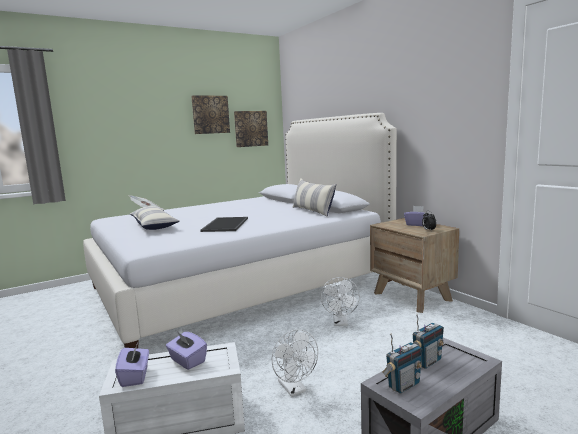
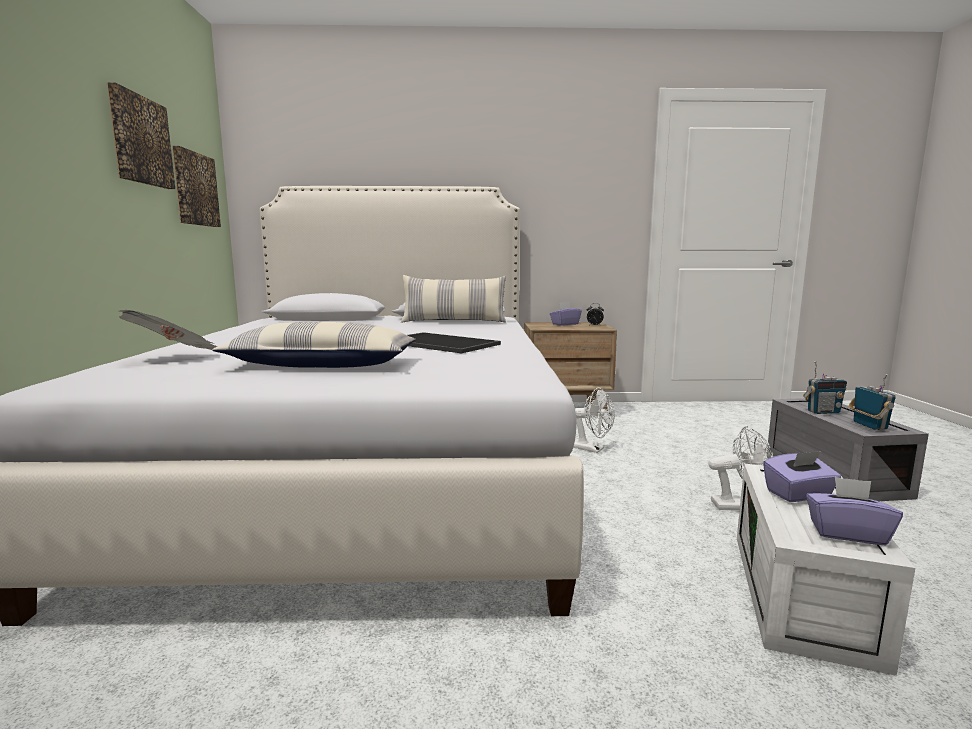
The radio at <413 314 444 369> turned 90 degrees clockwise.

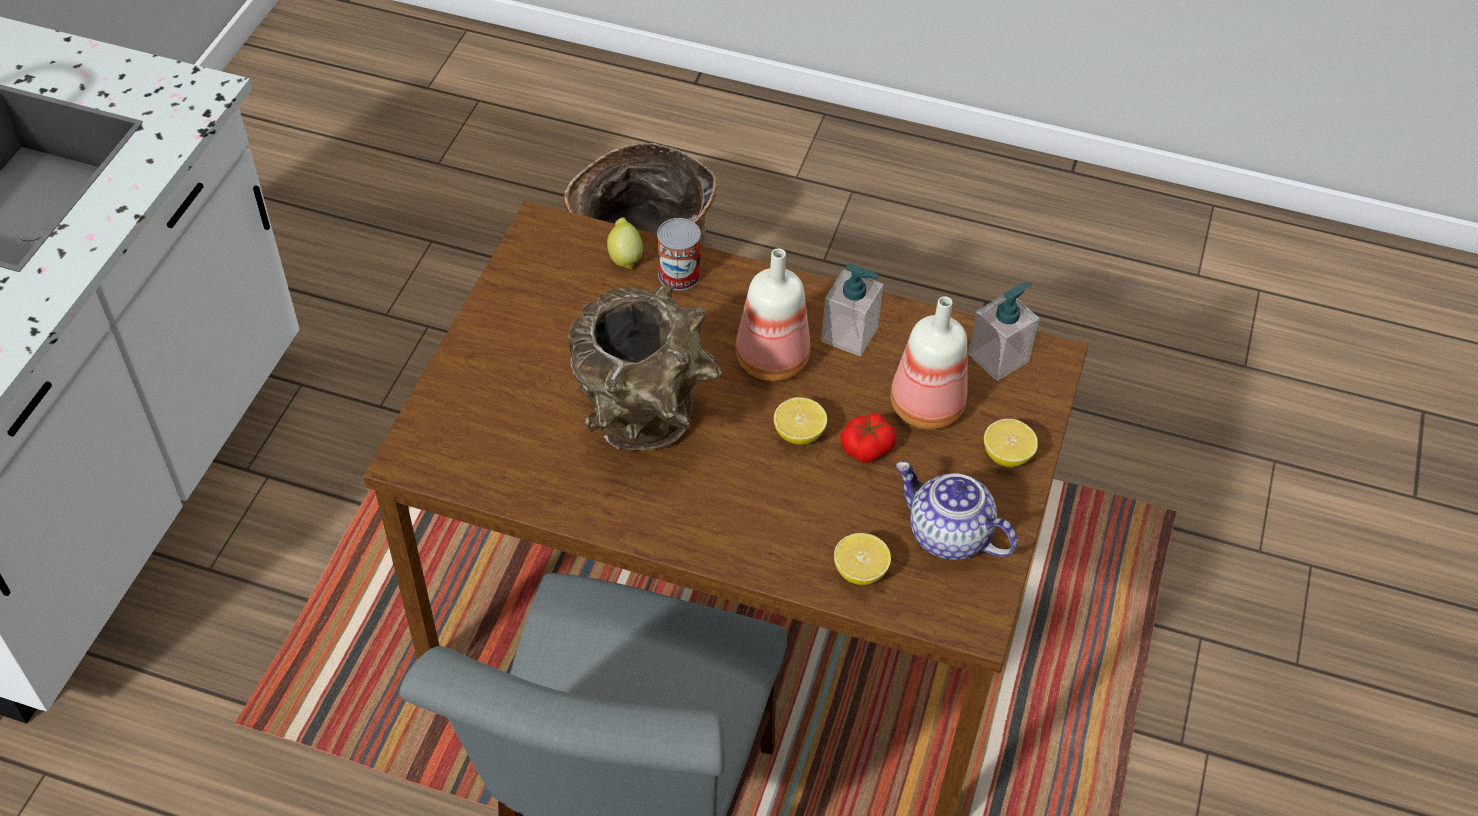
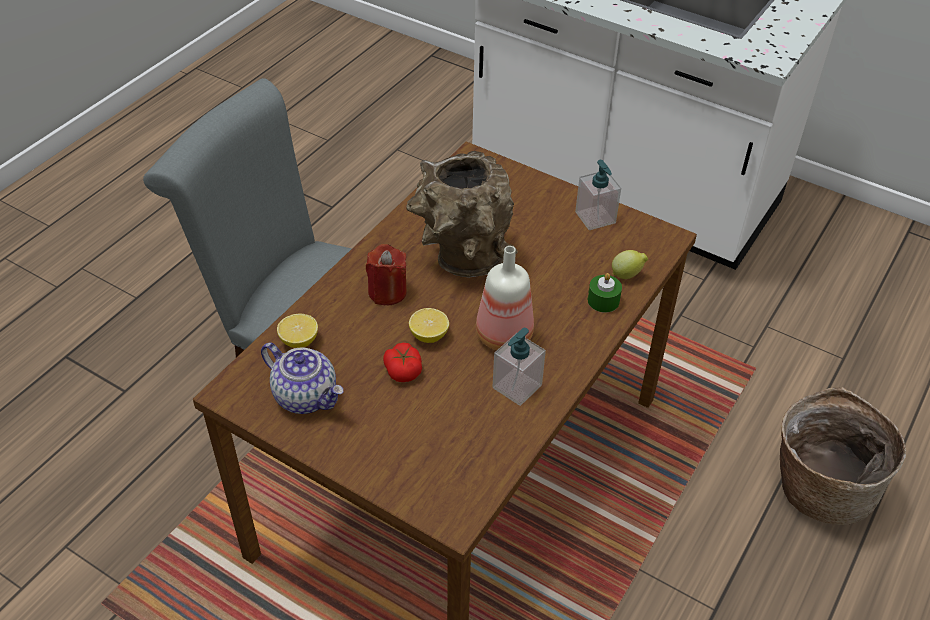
The puszka at <657 218 701 290> was replaced by the świeca [zielony] at <588 273 622 313>.
The dozownik mydła moved from <968 282 1039 381> to <575 160 621 230>.
The butelka at <890 296 968 429> disappeared.
The cytryna at <984 419 1038 467> disappeared.
The imbryk at <896 462 1018 560> turned 75 degrees clockwise.
The świeca [czerwony] at <366 244 407 305> appeared.

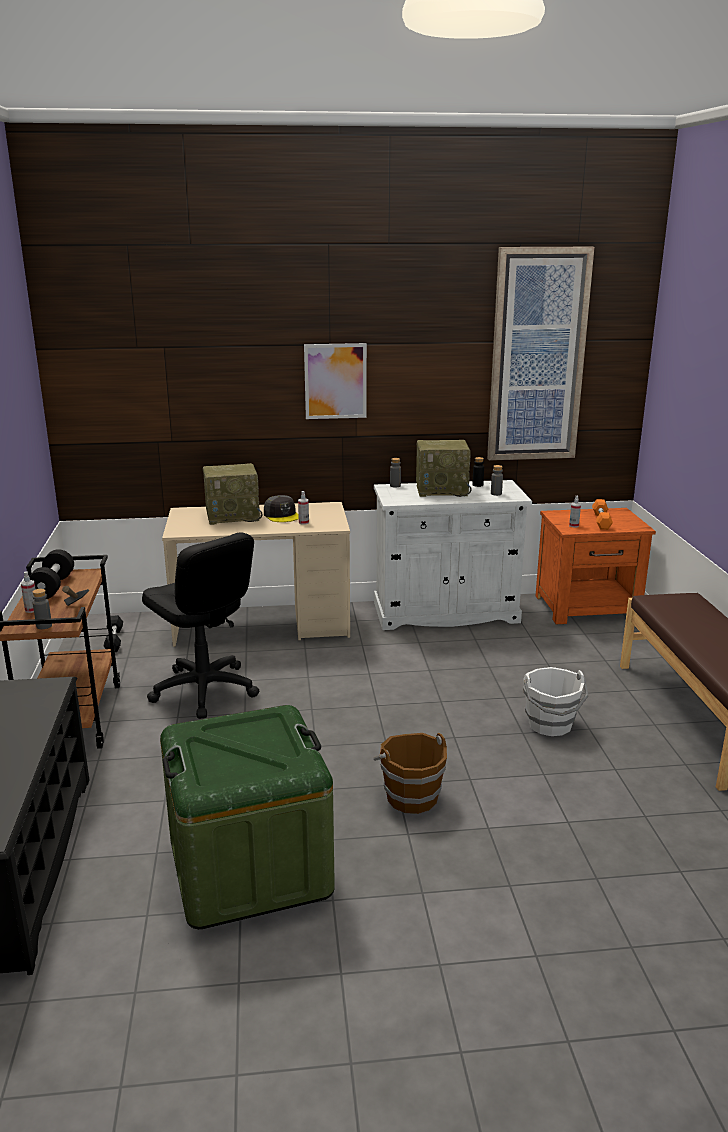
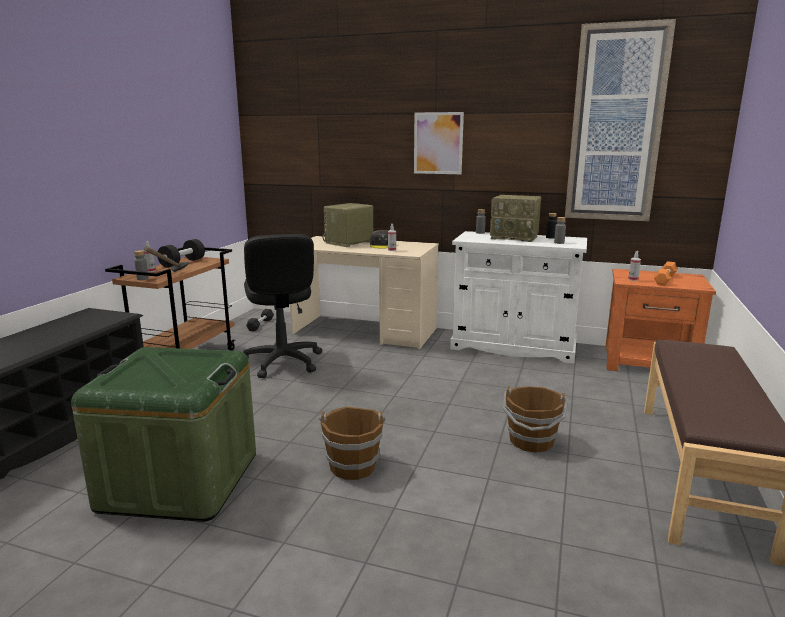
The radio at <203 463 262 525> turned 120 degrees clockwise.
The wiadro [biały] at <523 667 588 736> became the wiadro [brązowy] at <503 386 568 453>.

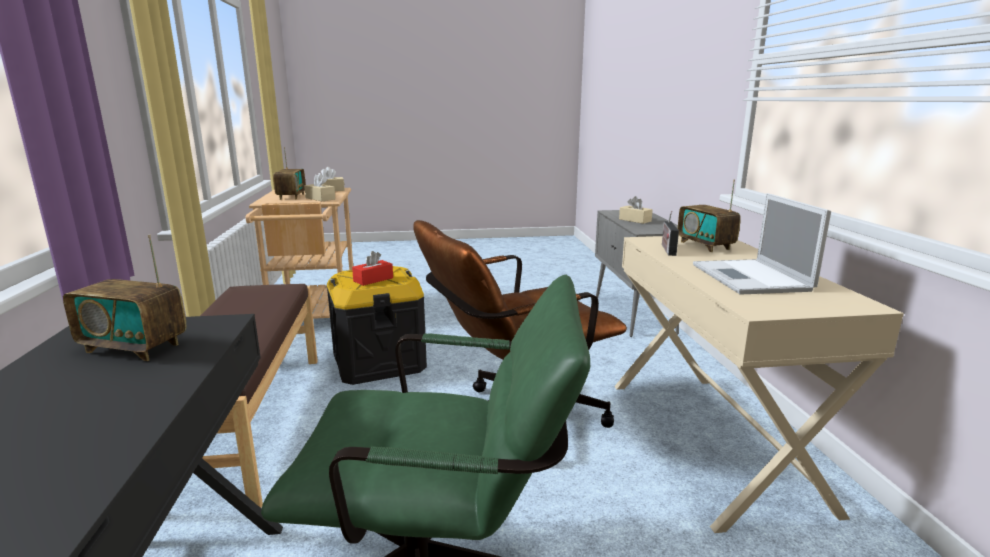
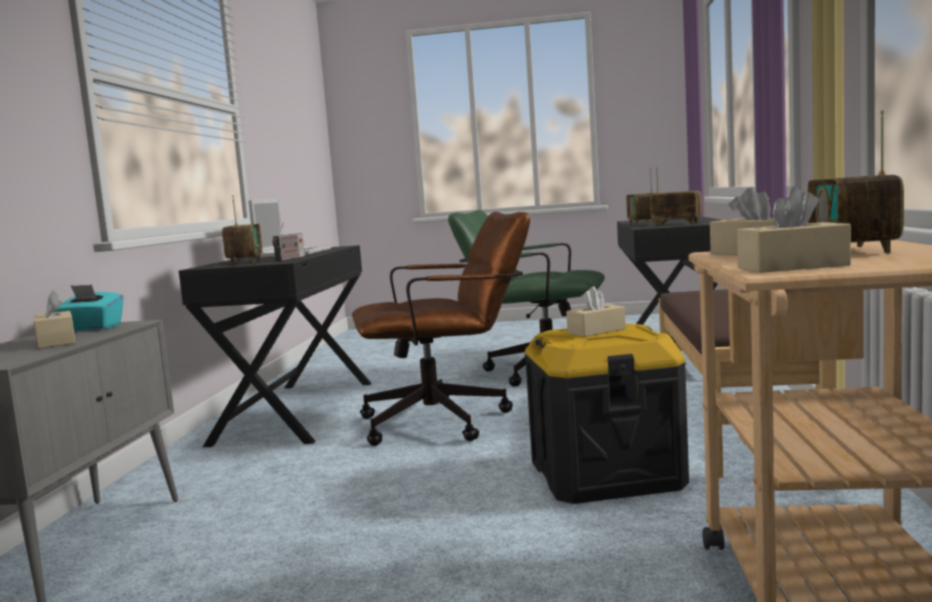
The biurko [beżowy] at <614 236 904 533> became the biurko [czarny] at <179 245 372 447>.
The pudełko chusteczek [czerwony] at <352 251 393 286> became the pudełko chusteczek [beżowy] at <566 286 626 337>.
The radio at <626 168 656 225> appeared.
The pudełko chusteczek [turkusowy] at <53 284 124 331> appeared.

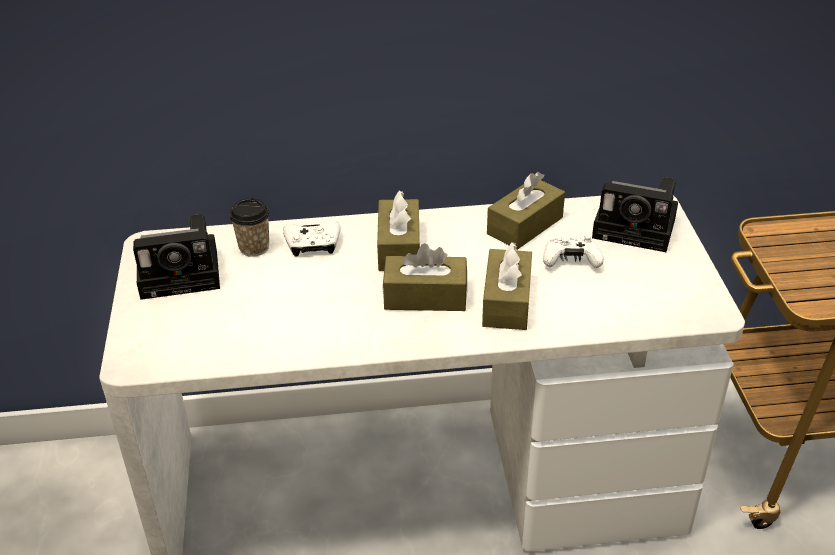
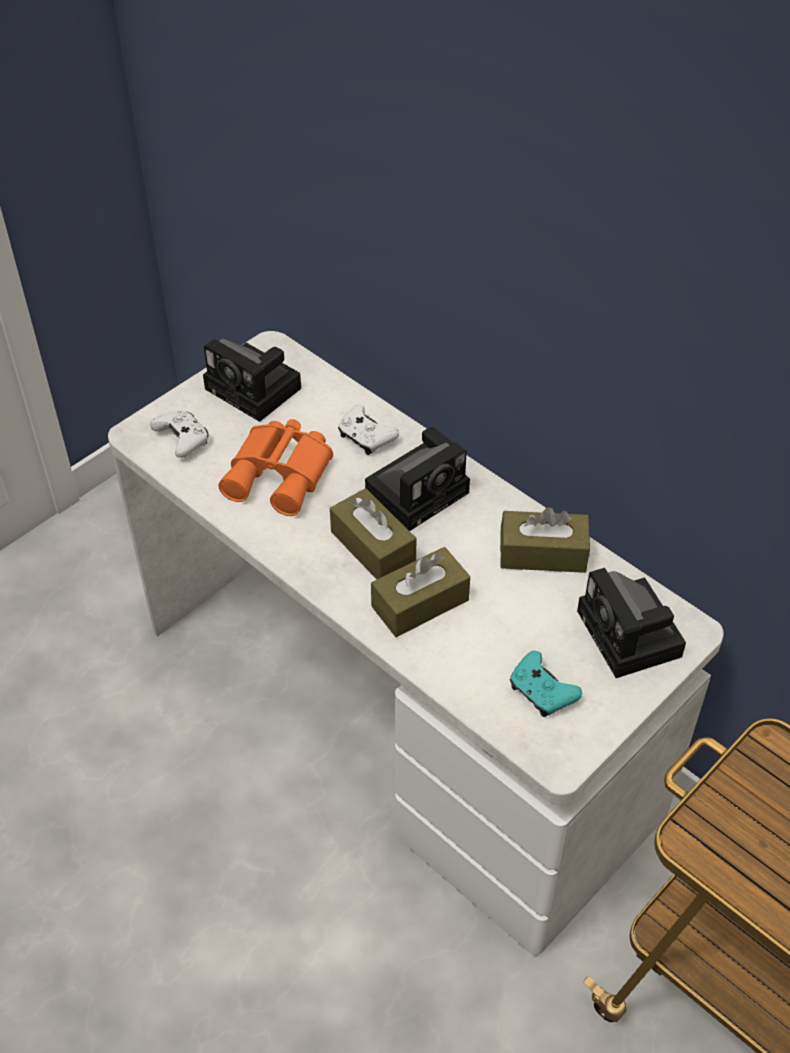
The pudełko chusteczek [brązowy] at <377 190 420 271> was replaced by the aparat fotograficzny at <365 427 470 531>.
The filiżanka at <230 198 270 257> disappeared.
The pad do gier [biały] moved from <543 236 604 268> to <151 411 208 458>.
The lornetka [pomarańczowy] at <218 419 333 516> appeared.
The pad do gier [turkusowy] at <510 651 582 717> appeared.

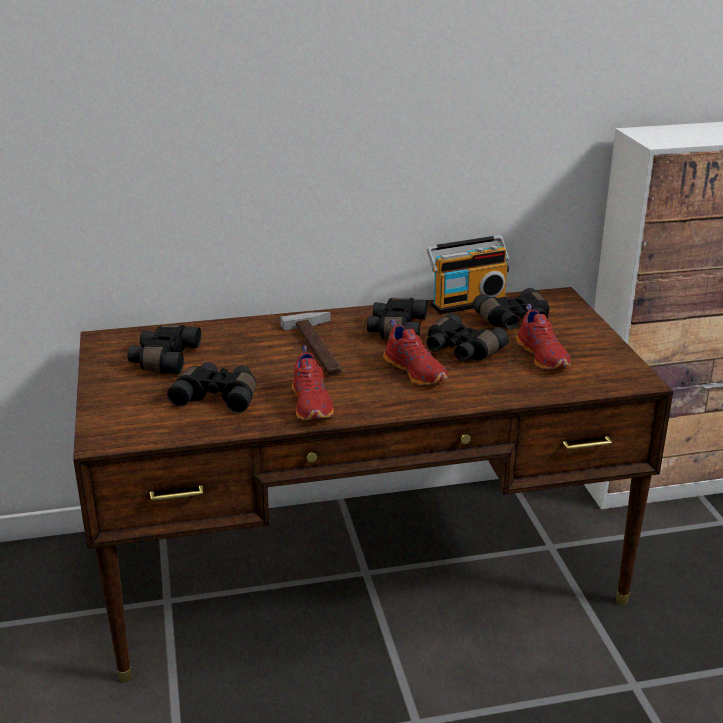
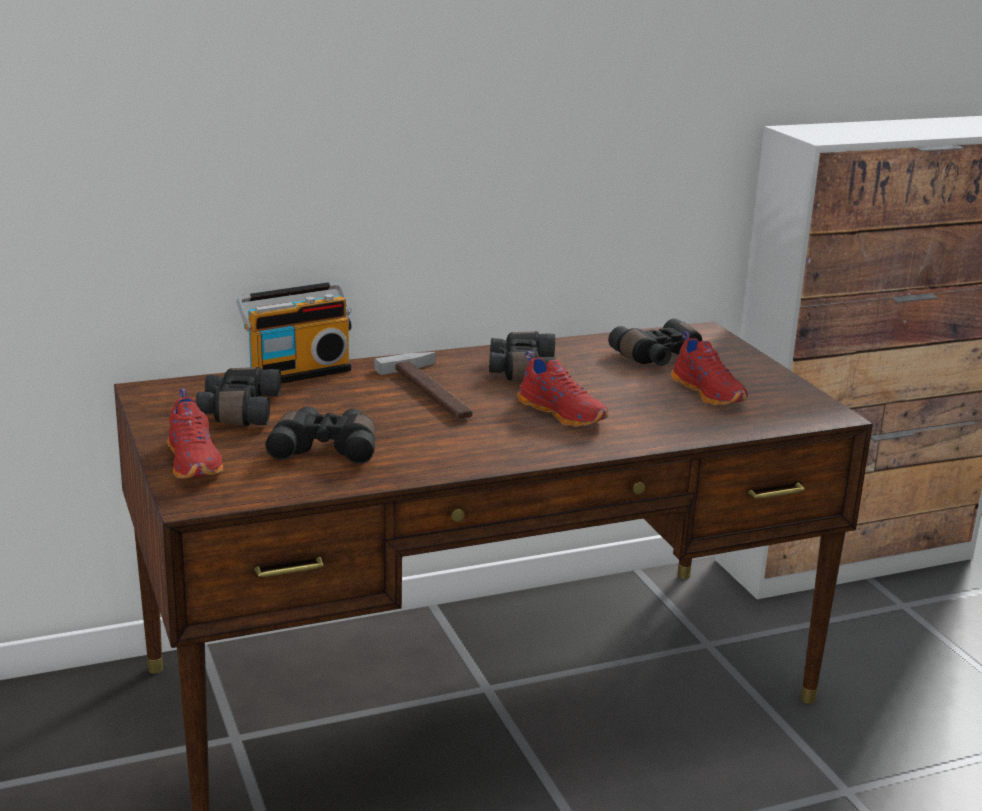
The radio moved from <426 235 510 314> to <236 281 352 384>.
The lornetka [czarny] at <427 313 509 361> disappeared.
The but [czerwony] moved from <292 346 334 420> to <168 389 223 479>.

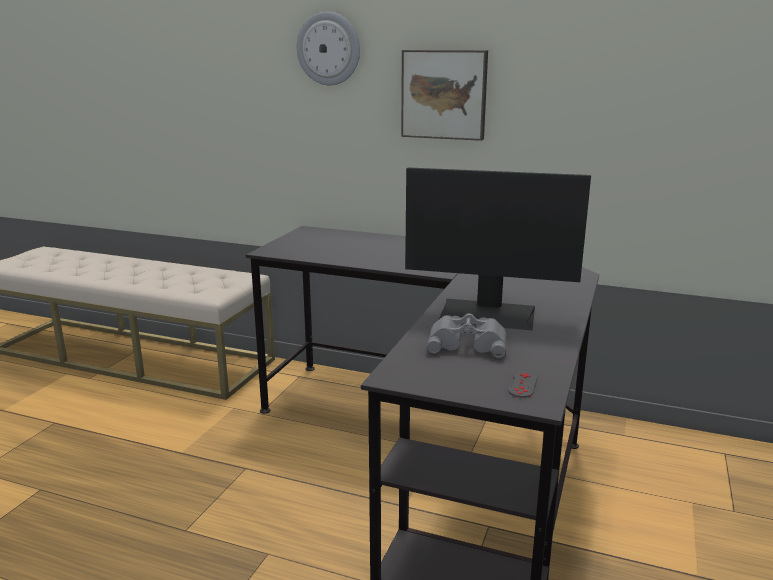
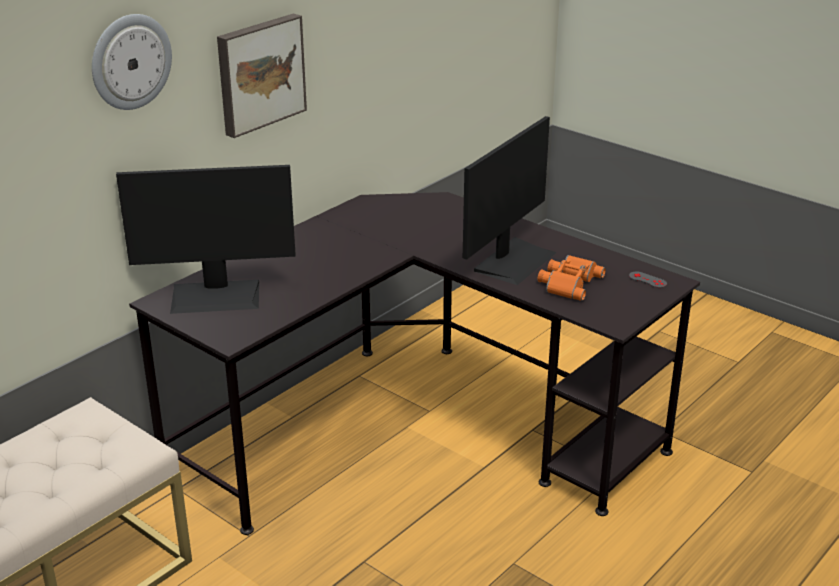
The lornetka [szary] at <427 313 507 358> became the lornetka [pomarańczowy] at <538 255 606 301>.
The monitor at <116 165 296 314> appeared.

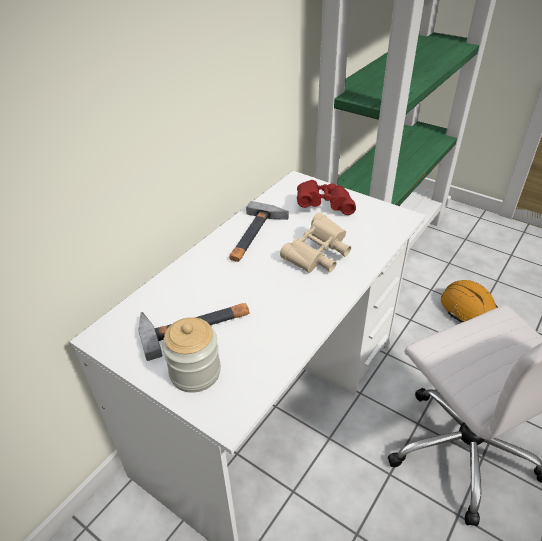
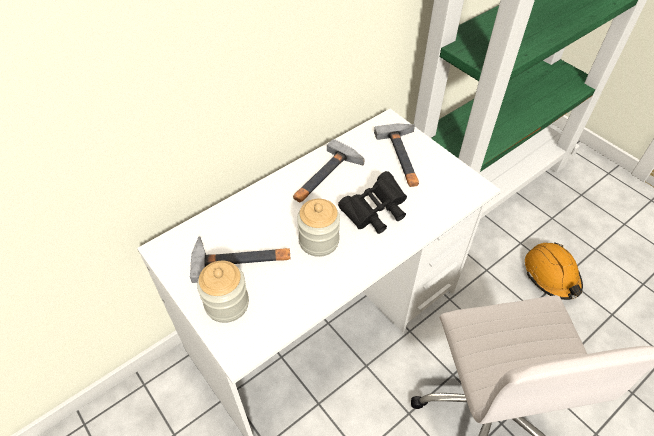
The lornetka [czerwony] at <297 180 356 215> was replaced by the młotek at <374 124 419 187>.
The lornetka [beżowy] at <280 213 351 273> became the lornetka [czarny] at <338 171 407 234>.
The słoik at <297 199 340 257> appeared.

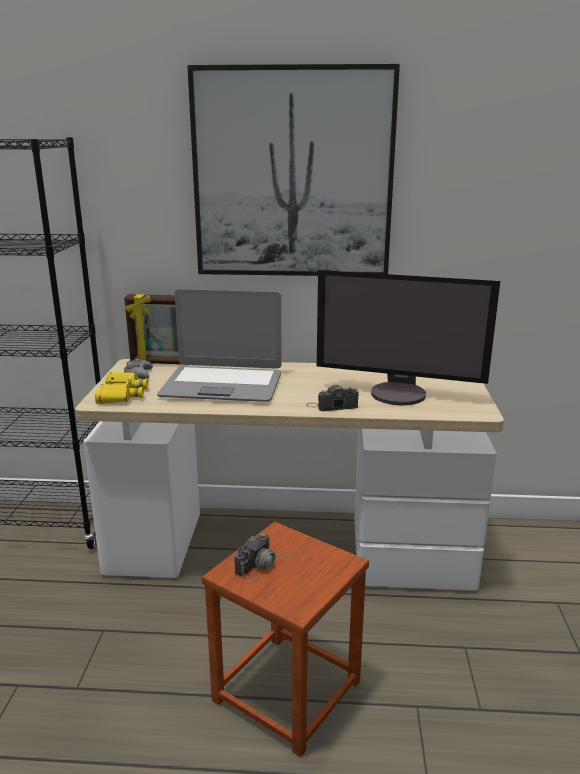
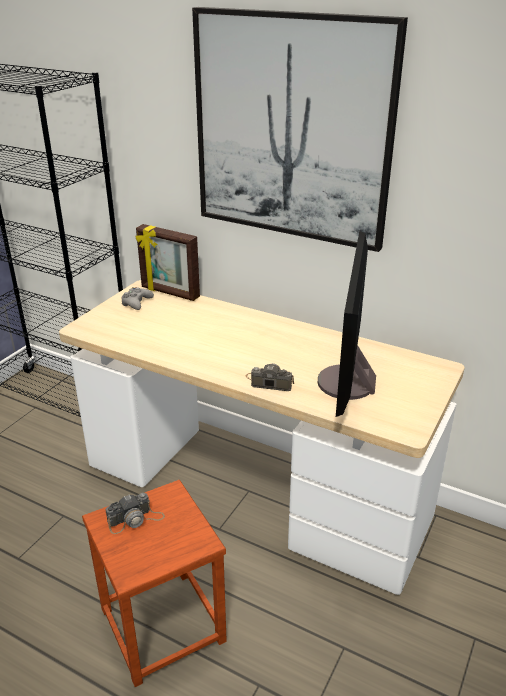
The monitor at <317 270 500 405> turned 60 degrees clockwise.
The laptop at <157 289 282 402> disappeared.
The lornetka [żółty] at <95 372 149 404> disappeared.

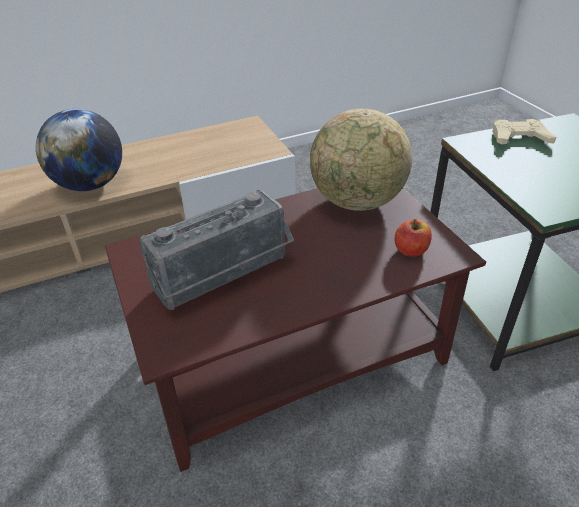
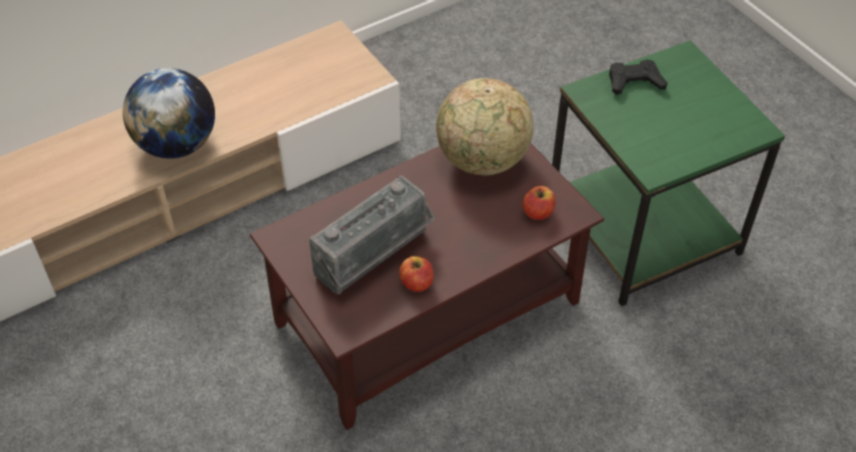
The pad do gier [beżowy] at <492 119 557 145> became the pad do gier [czarny] at <609 59 668 95>.
The jabłko at <399 256 434 292> appeared.

